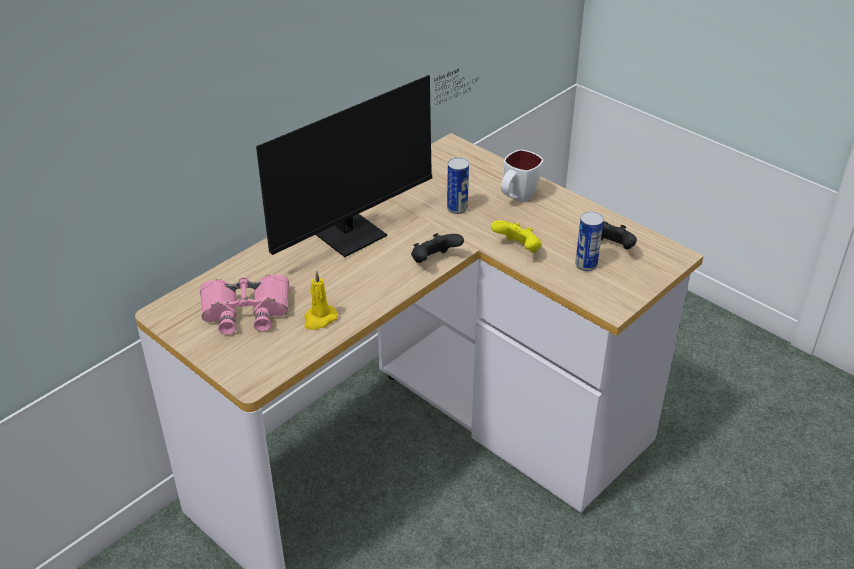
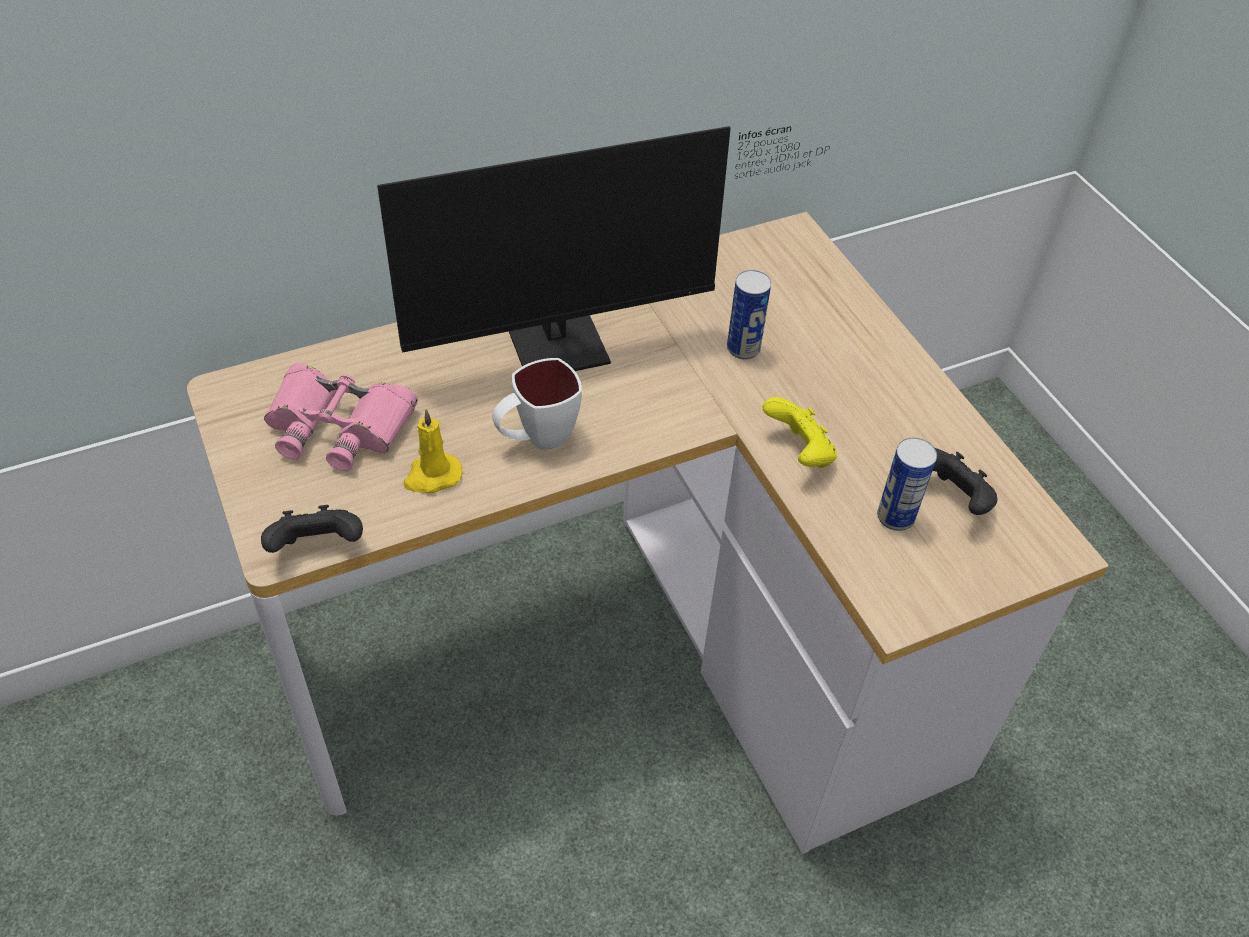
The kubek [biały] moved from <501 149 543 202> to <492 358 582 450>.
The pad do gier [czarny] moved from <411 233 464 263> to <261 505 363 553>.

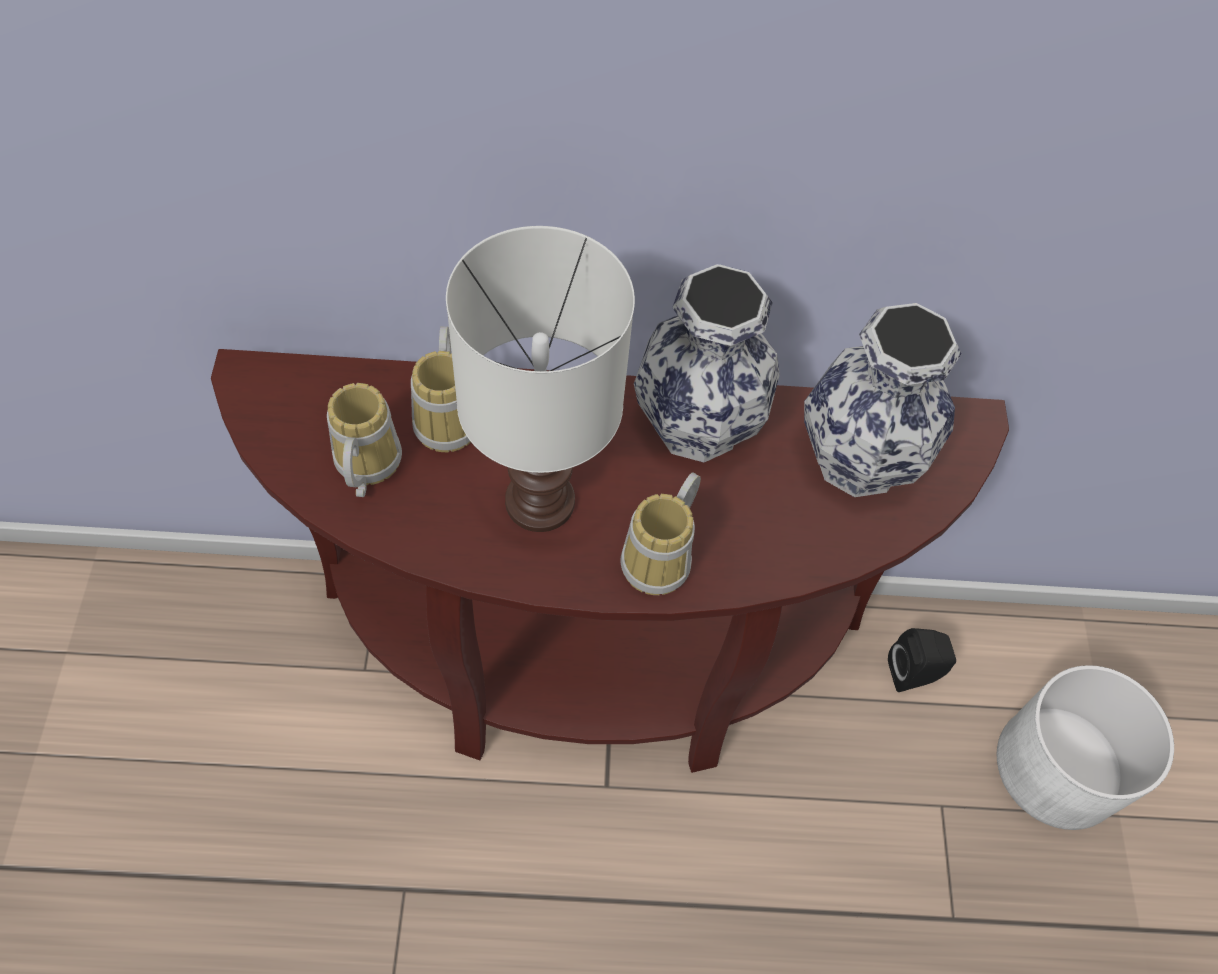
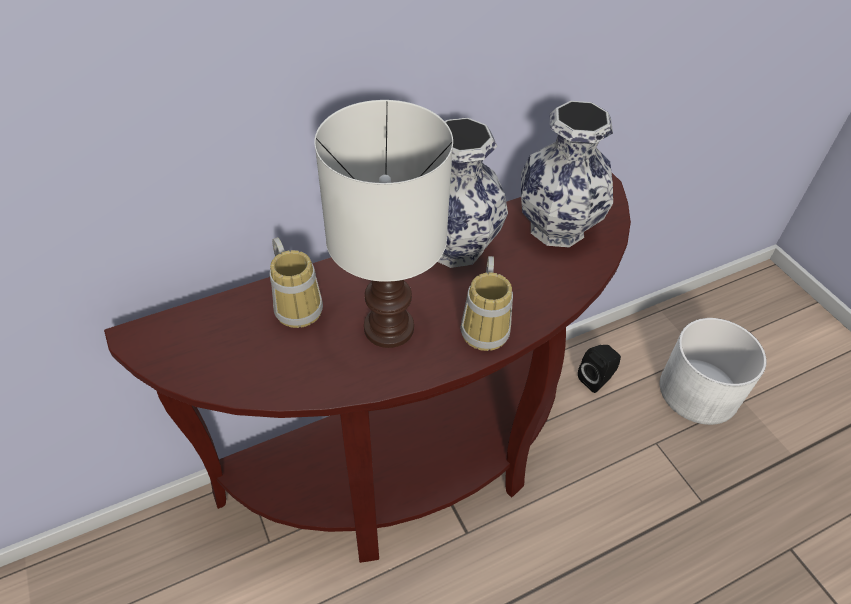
The kubek at <327 383 402 497> disappeared.

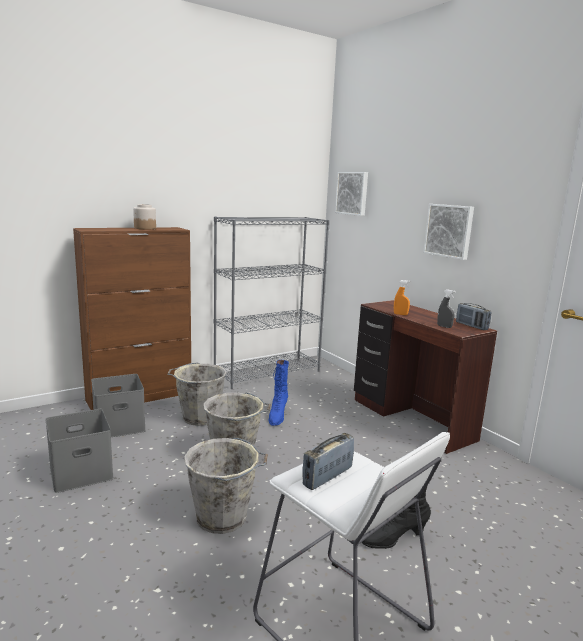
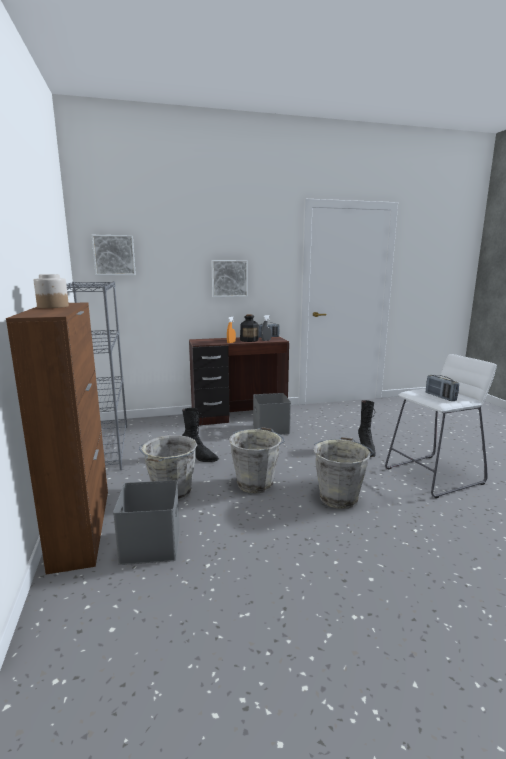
The but z cholewką [niebieski] at <269 360 289 426> became the but z cholewką [czarny] at <182 408 219 462>.
The pojemnik do przechowywania [szary] moved from <45 409 114 493> to <253 393 291 435>.
The butelka at <240 314 259 342> appeared.

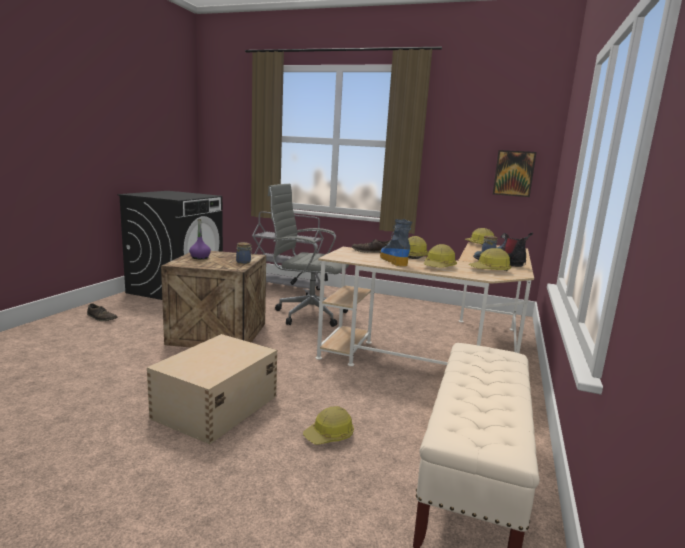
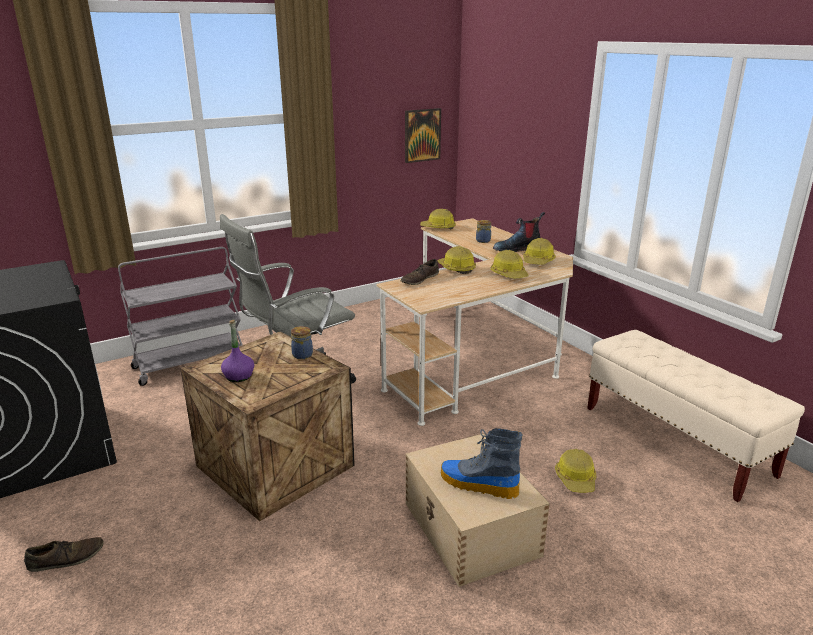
The but z cholewką moved from <380 219 412 267> to <441 428 523 499>.

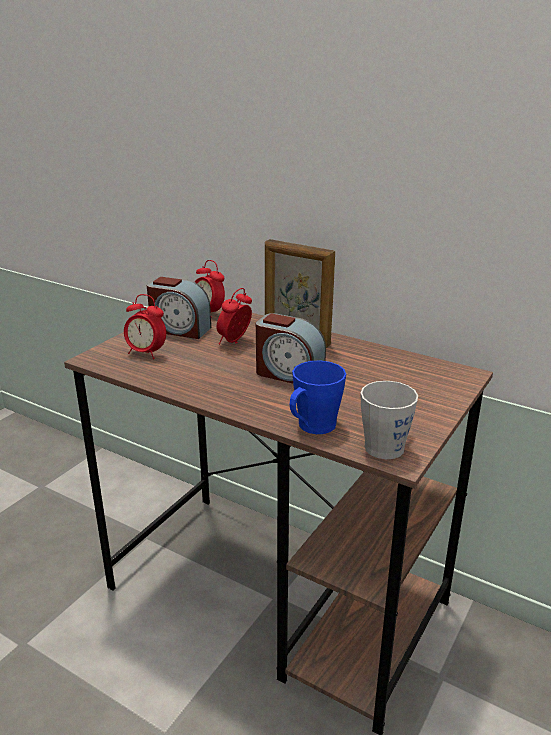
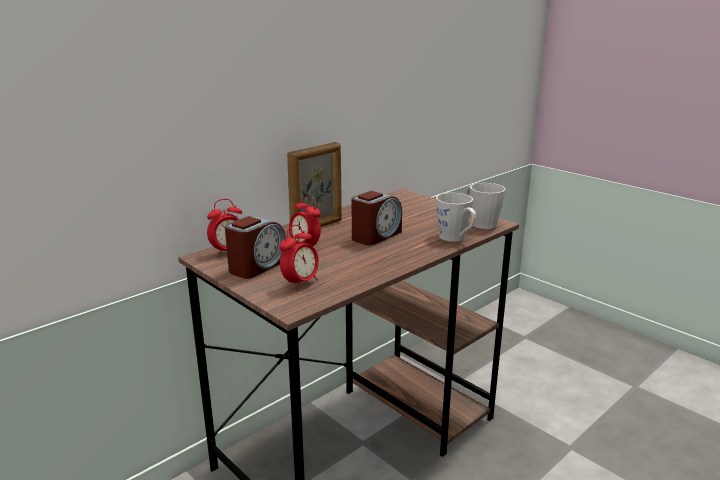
The kubek [niebieski] at <290 360 346 434> became the kubek [szary] at <436 193 476 242>.

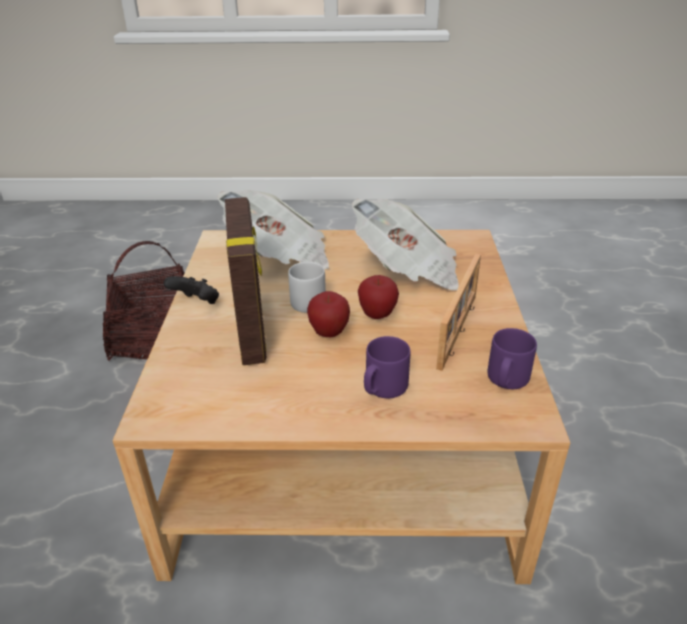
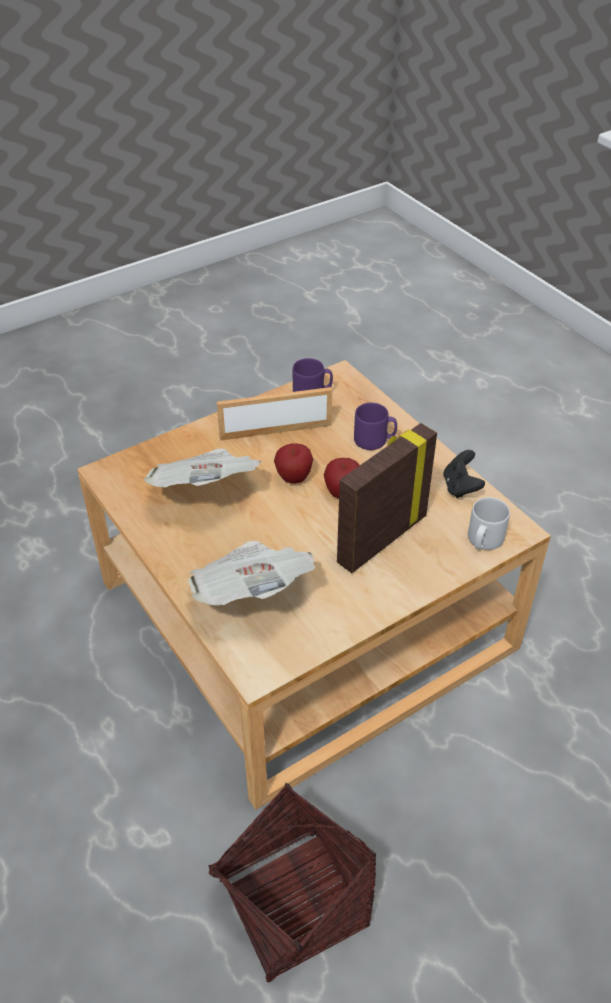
The kubek [szary] moved from <288 262 326 313> to <468 497 510 550>.
The pad do gier [czarny] moved from <163 276 219 304> to <443 450 485 498>.

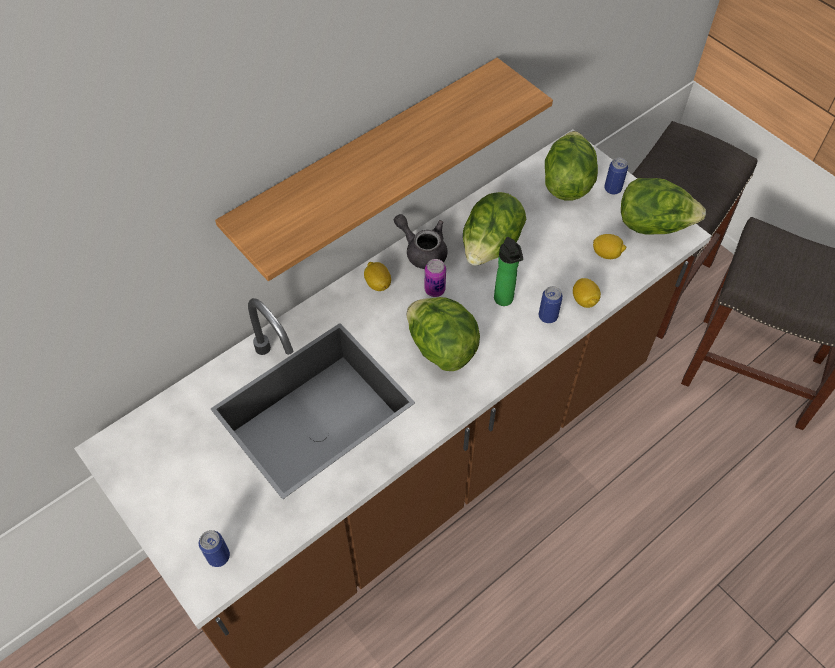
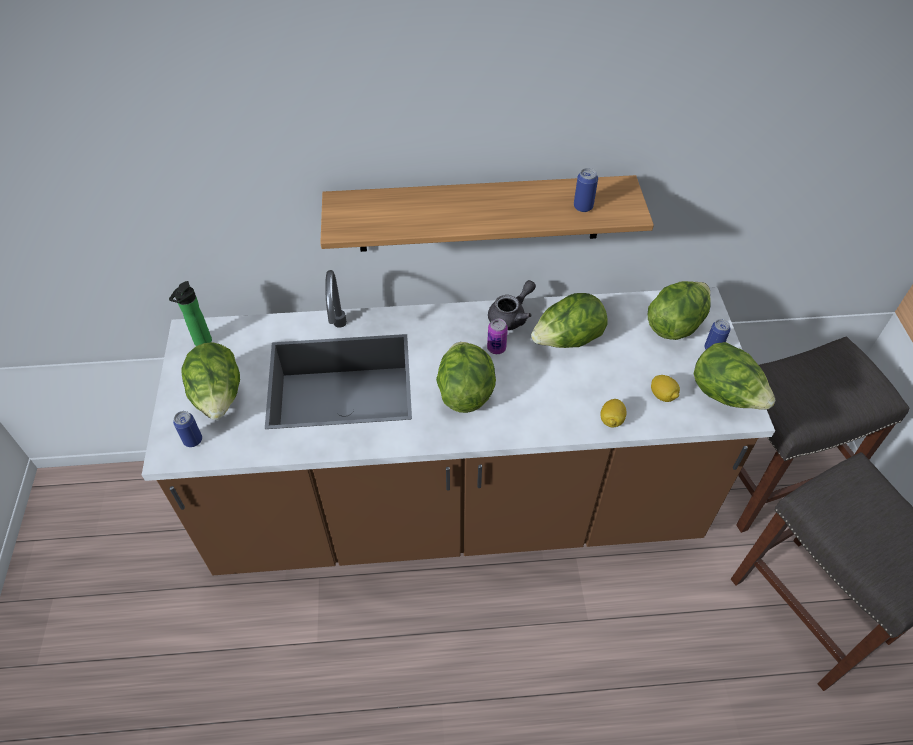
The imbryk [szary] at <394 214 447 269> turned 60 degrees clockwise.
The butelka moved from <494 237 523 306> to <169 281 212 346>.
The cytryna at <364 262 391 291> disappeared.
The puszka moved from <539 286 563 323> to <574 168 598 212>.
The sałata at <182 342 240 420> appeared.

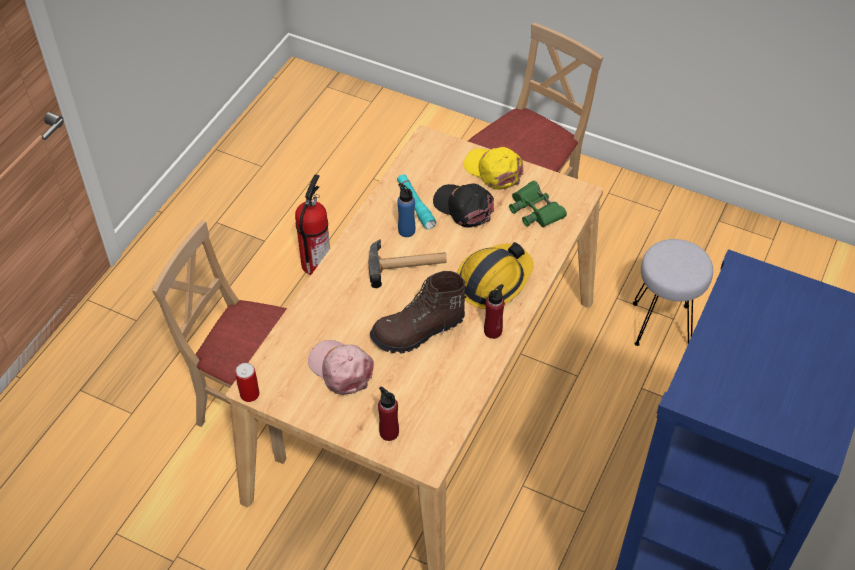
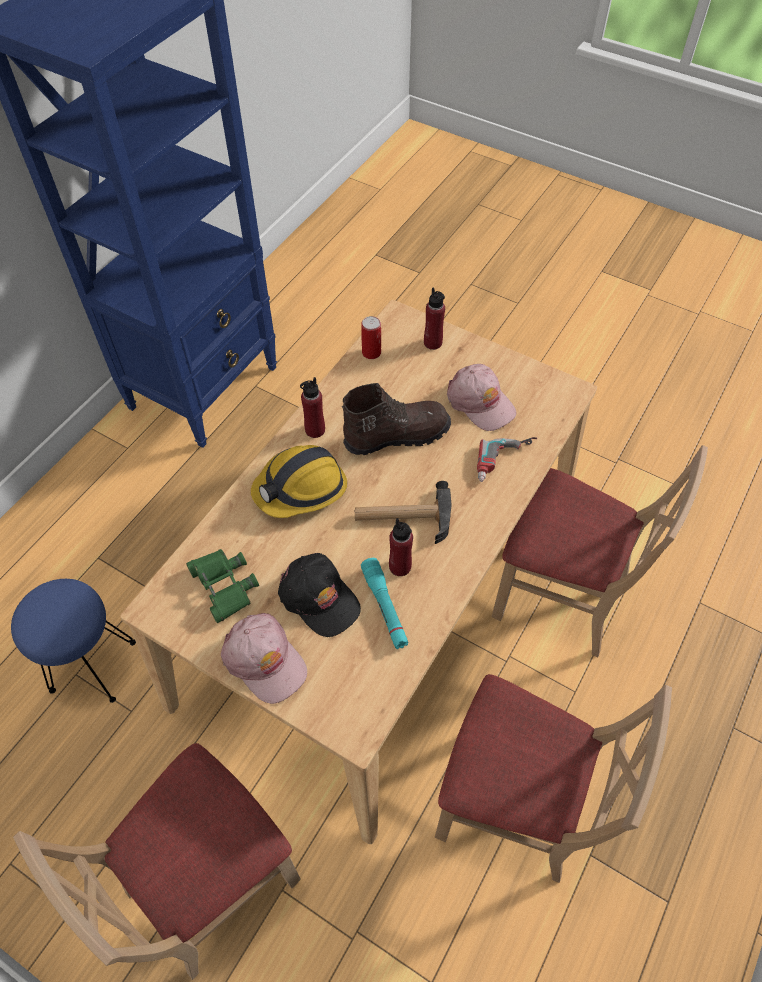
The czapka z daszkiem [żółty] at <464 147 523 190> became the czapka z daszkiem [różowy] at <221 613 307 704>.
The gaśnica at <295 174 330 275> was replaced by the krzesło [beżowy] at <435 674 672 883>.
The butelka [niebieski] at <397 183 415 237> became the butelka [czerwony] at <389 518 413 576>.
The stołek [szary] at <633 239 713 346> became the stołek [niebieski] at <11 579 136 703>.
The puszka moved from <235 363 259 402> to <361 316 381 359>.
The wiertarka at <477 437 537 482> appeared.

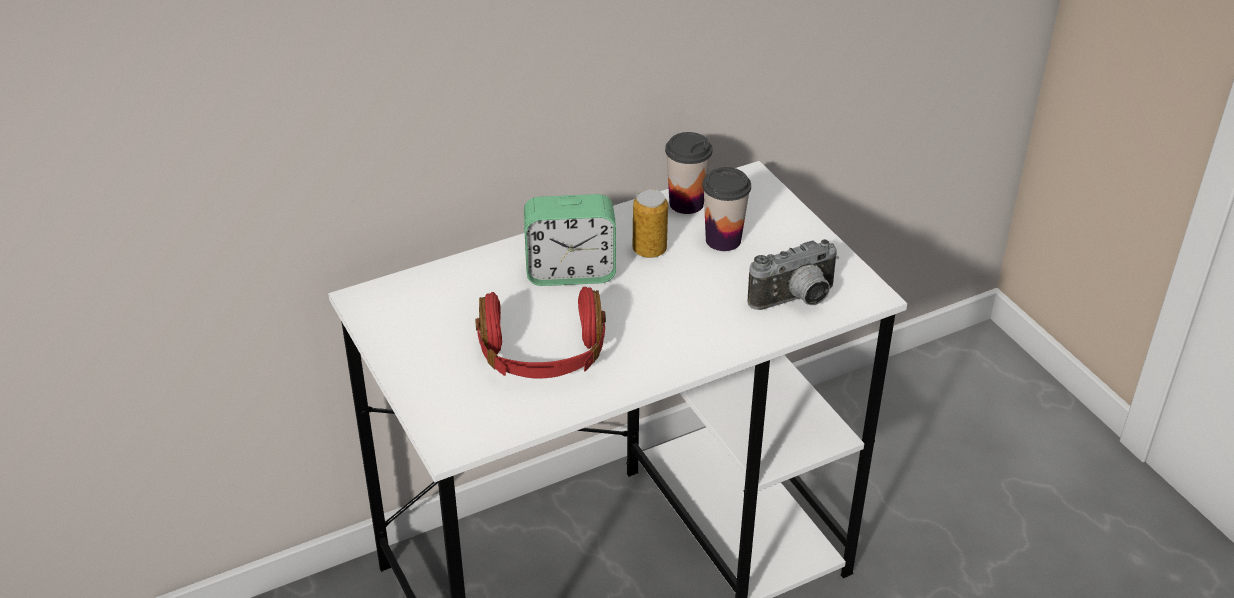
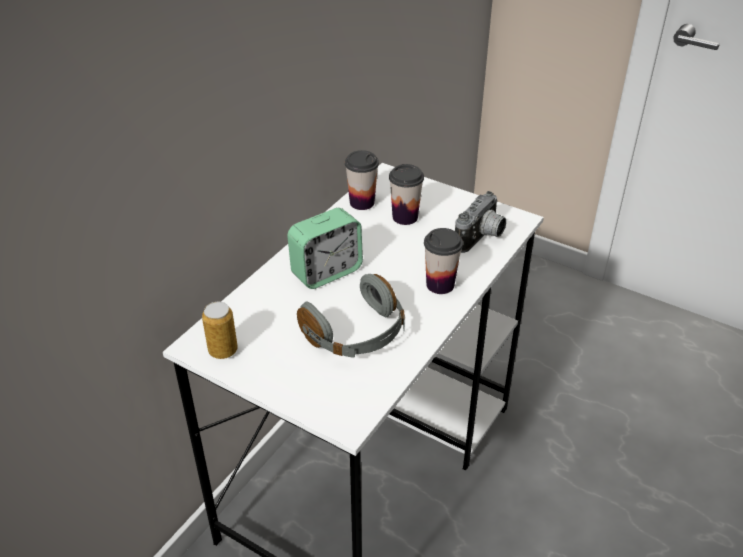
The puszka moved from <633 189 668 258> to <202 302 238 359>.
The słuchawki [czerwony] at <475 287 606 378> became the słuchawki [szary] at <297 274 405 358>.
The filiżanka at <424 228 463 294> appeared.

